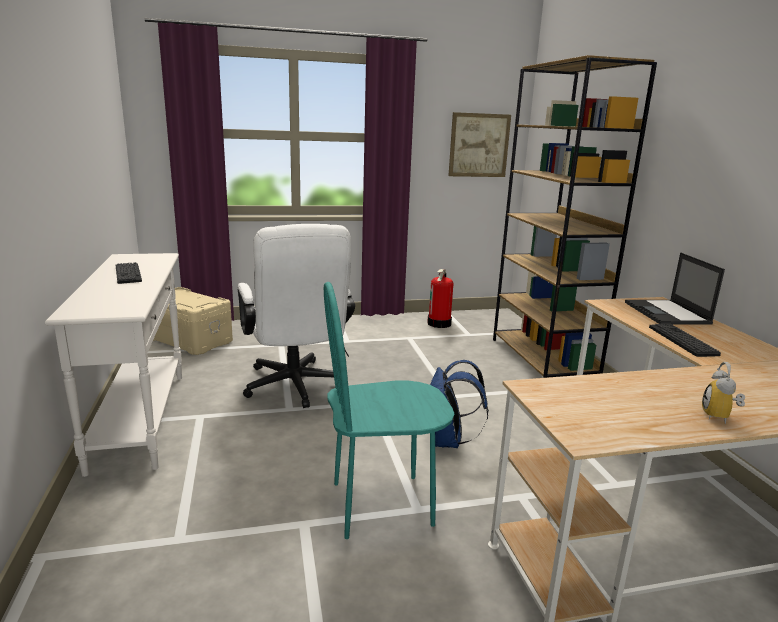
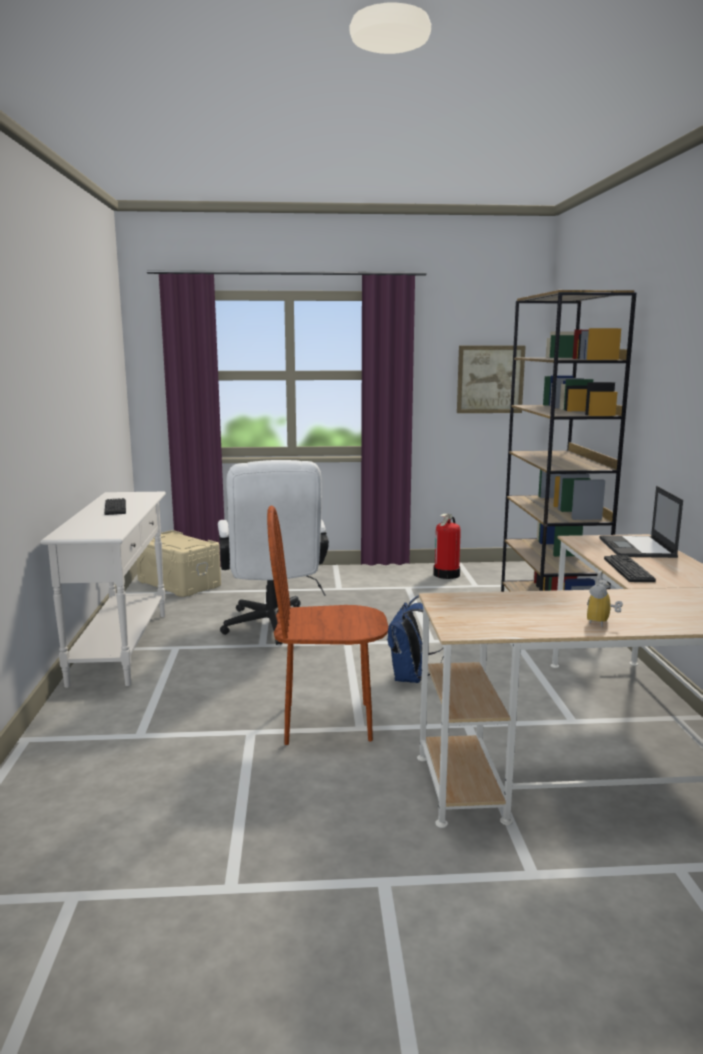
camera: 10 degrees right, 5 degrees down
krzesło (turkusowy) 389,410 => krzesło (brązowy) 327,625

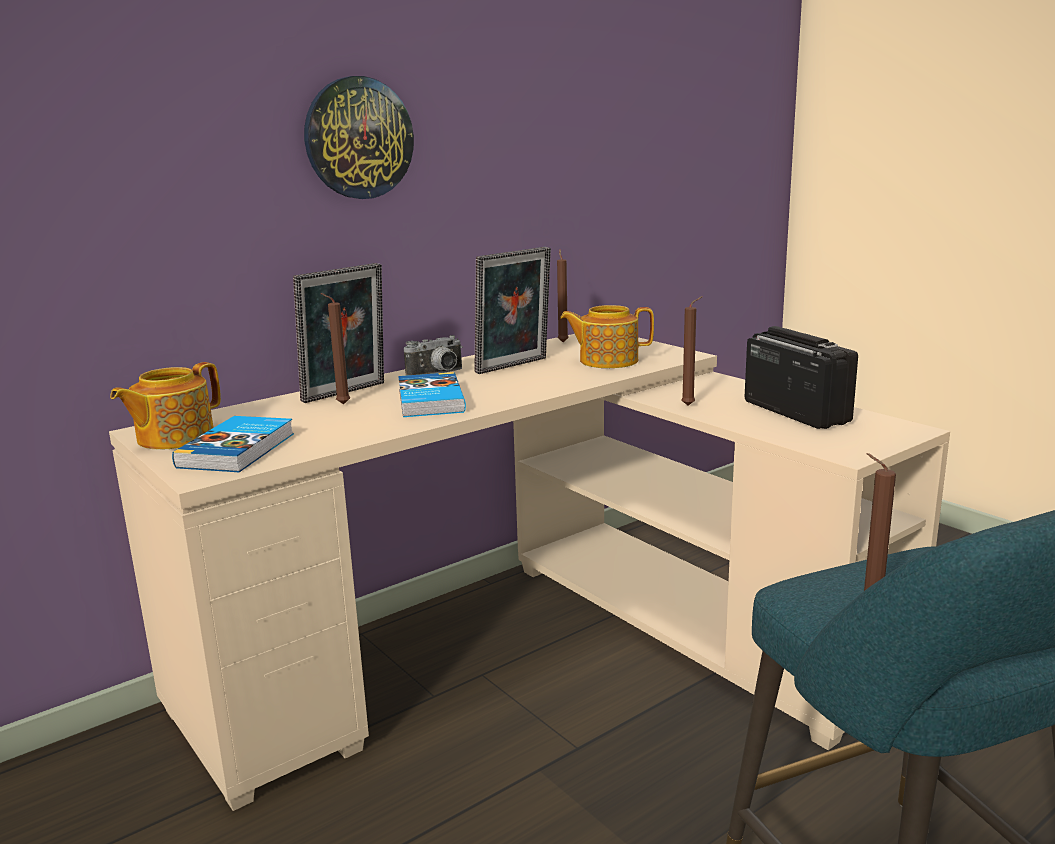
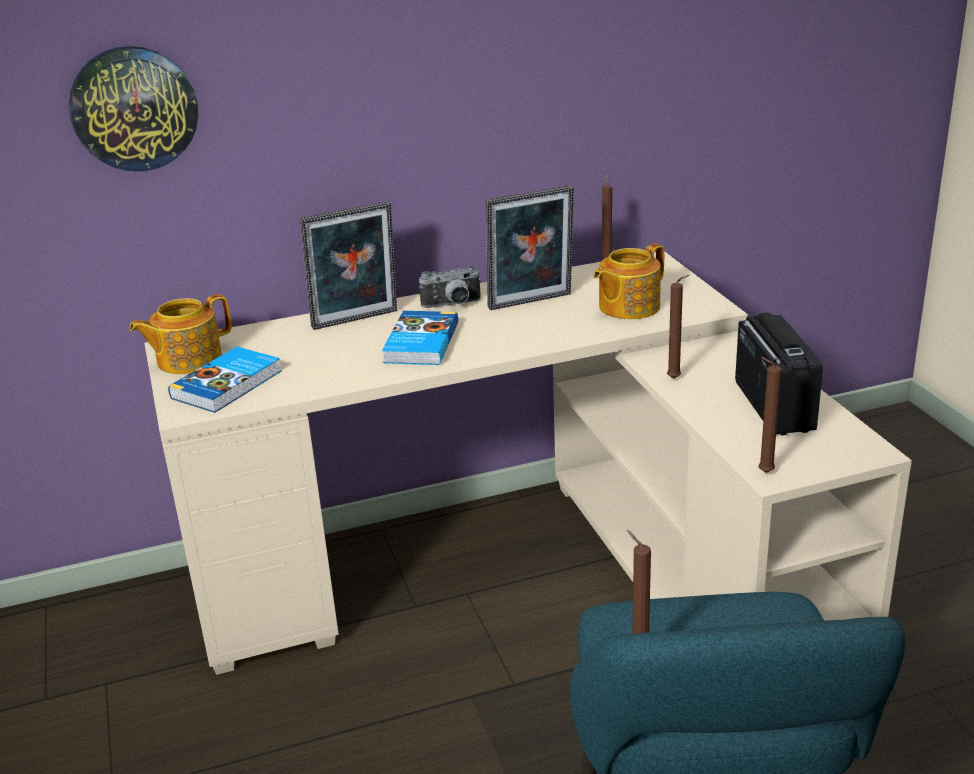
camera: 20 degrees right, 10 degrees up
zegar ścienny 359,137 => zegar ścienny 133,109, relocated
świeca (brązowy) 335,348 => świeca (brązowy) 770,415, relocated
imbryk 607,336 => imbryk 628,281, 60 degrees counterclockwise

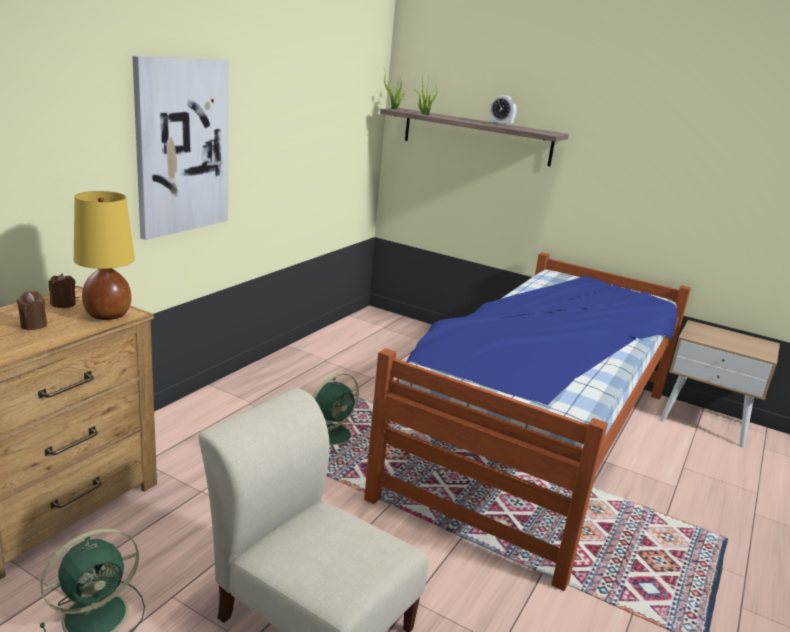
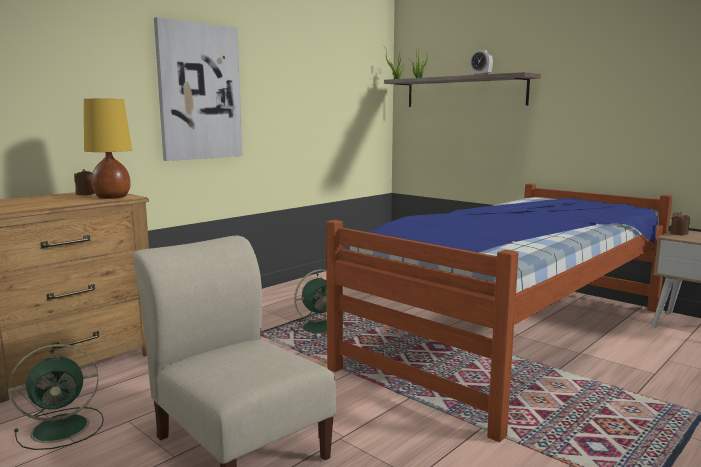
camera: 15 degrees right, 10 degrees down
świeca (brązowy) 32,310 => świeca (brązowy) 680,223, relocated

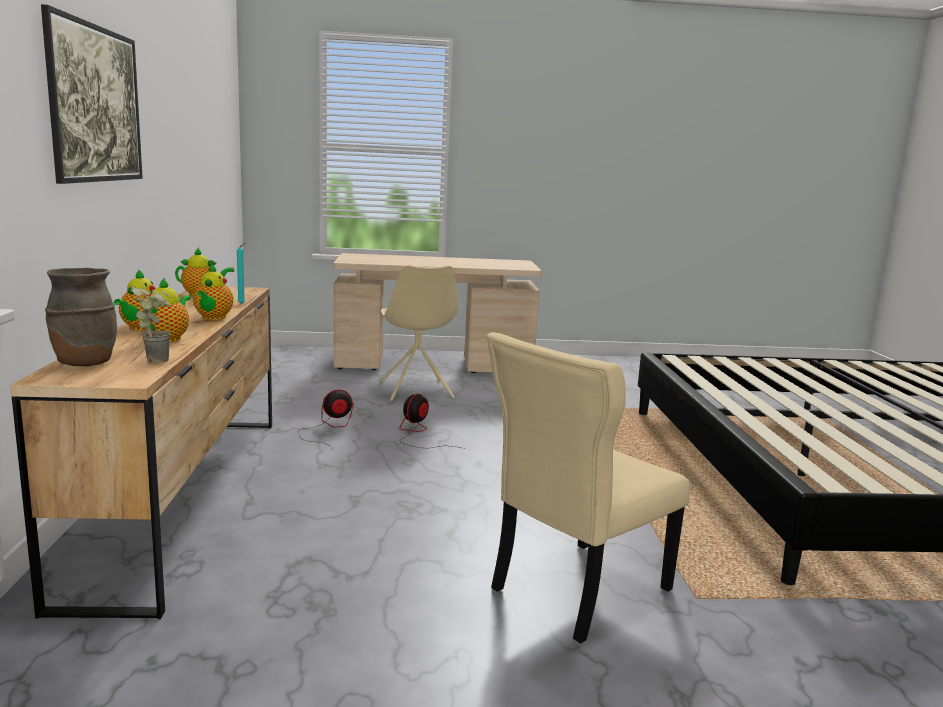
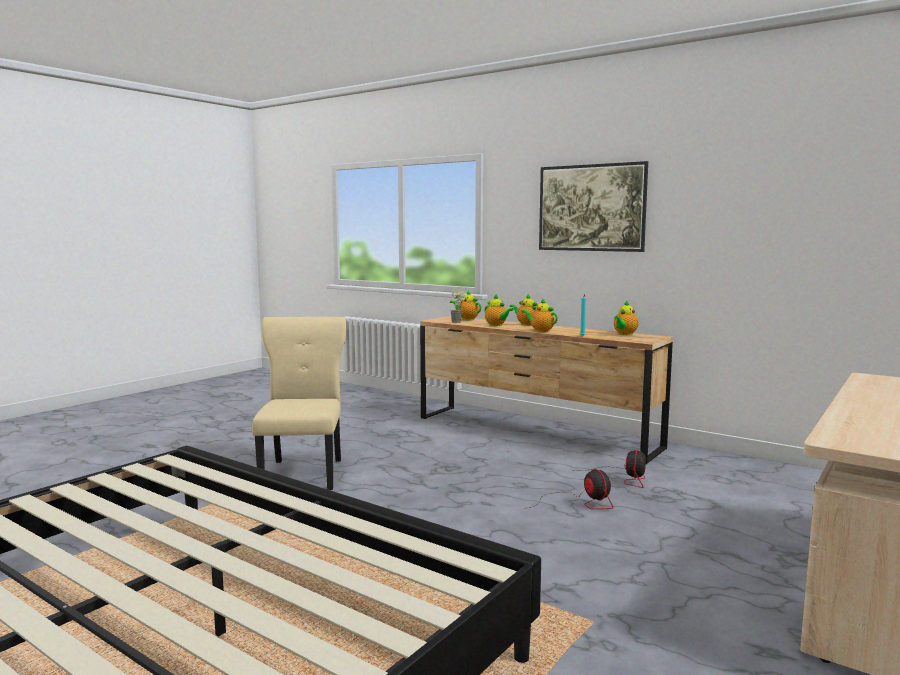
camera: 130 degrees right, 5 degrees down
krzesło (beżowy) 419,333 => nothing
wazon (brązowy) 81,317 => imbryk 465,305

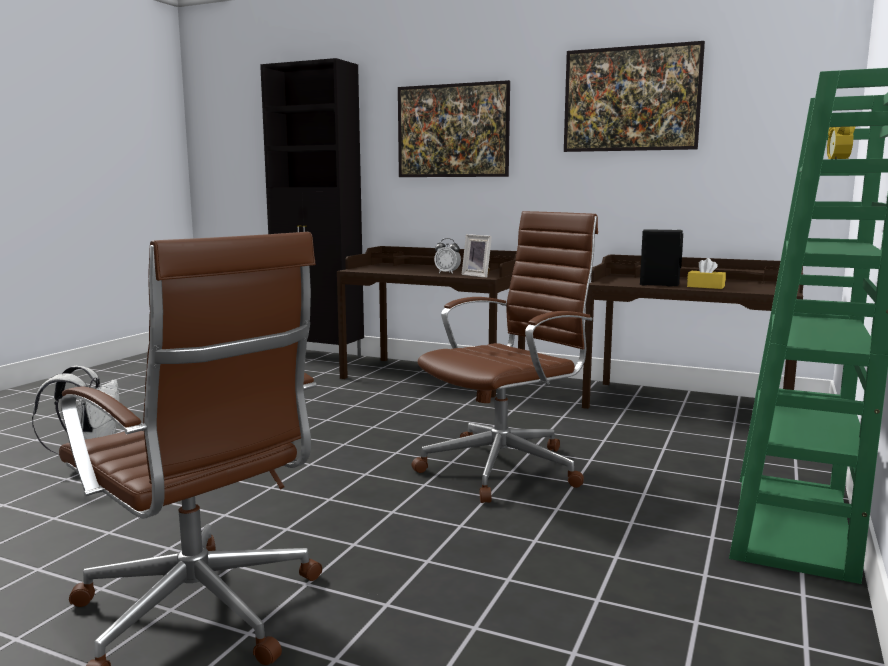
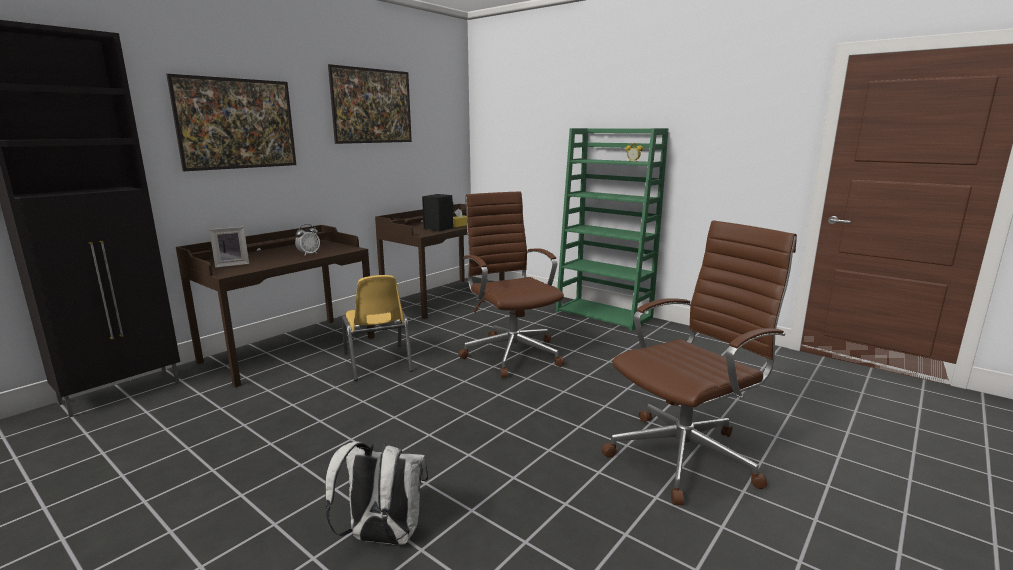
camera: 75 degrees left, 5 degrees up
ramka na zdjęcie 476,256 => ramka na zdjęcie 229,247, relocated
nothing => krzesło (żółty) 377,328

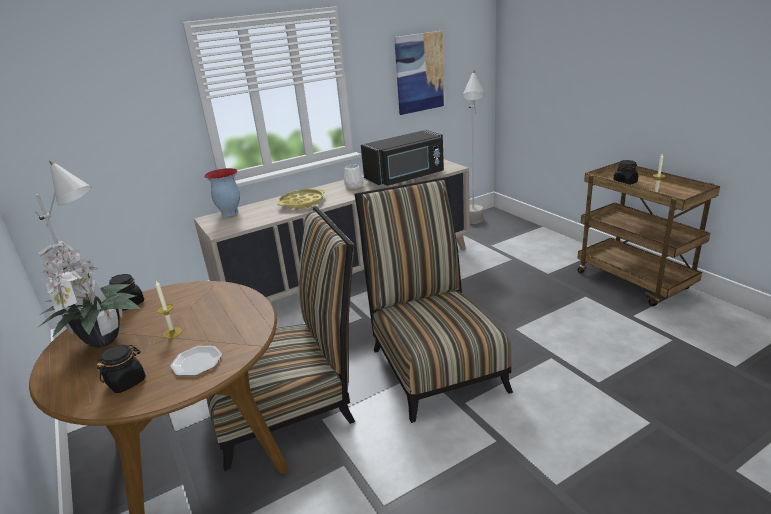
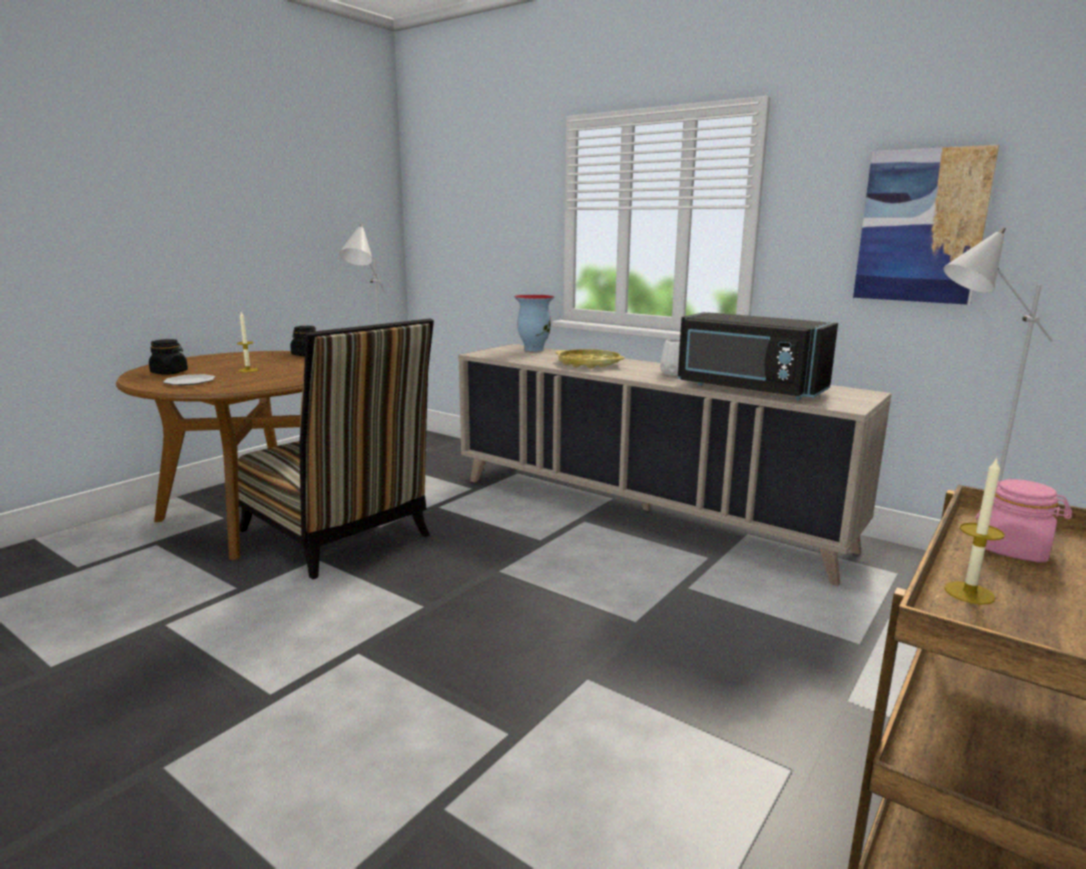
camera: 65 degrees right, 10 degrees down
słoik (czarny) 625,172 => słoik (różowy) 1023,520
krzesło 434,300 => nothing
roślina doniczkowa 90,294 => nothing

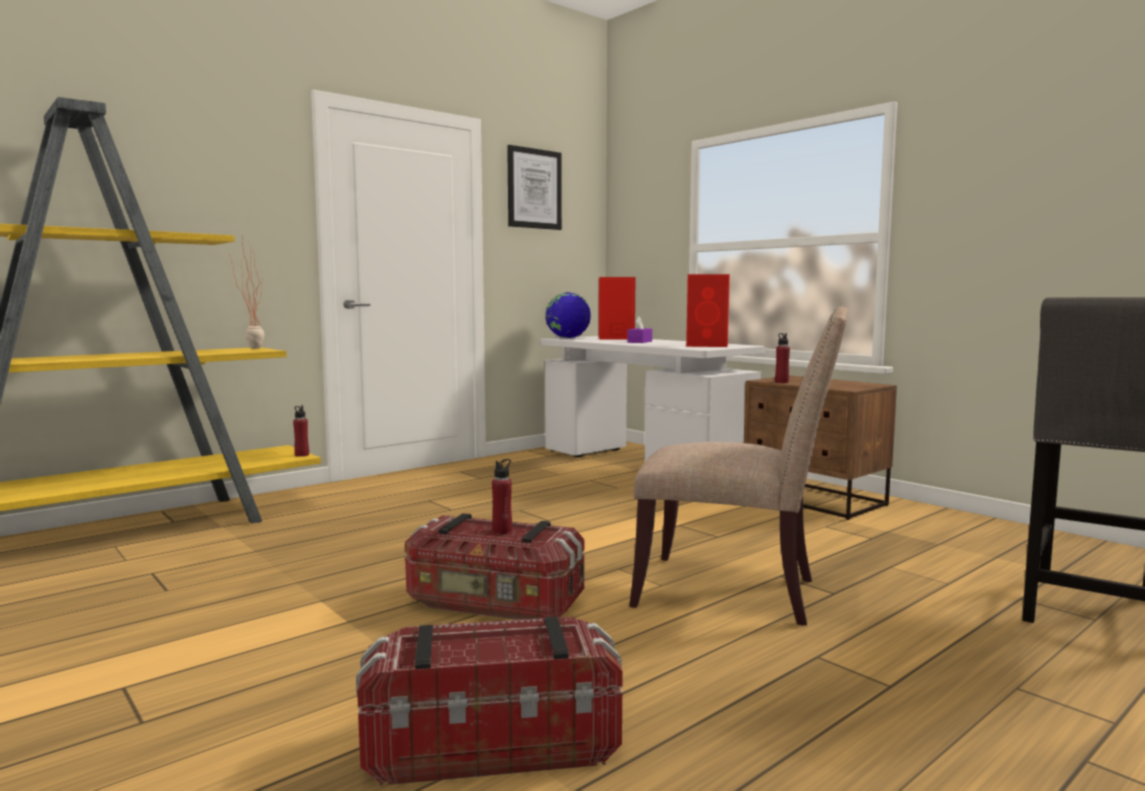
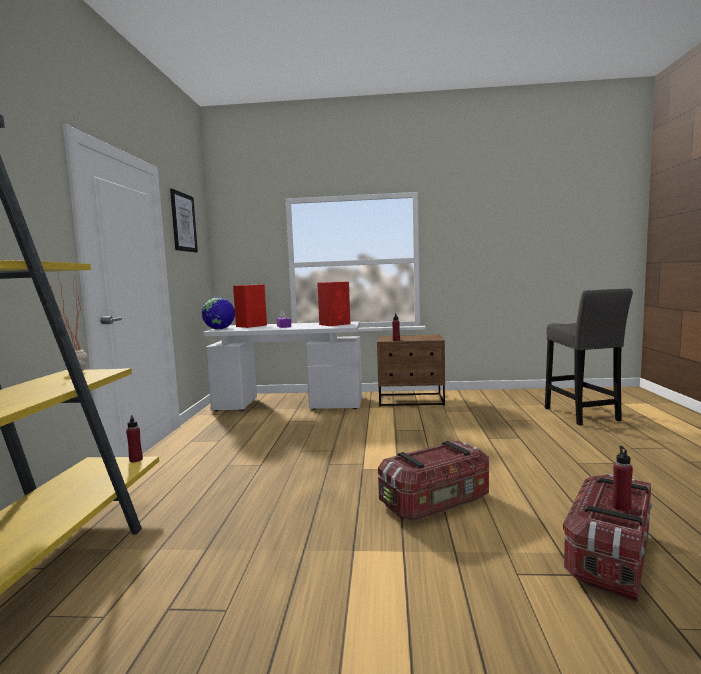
camera: 45 degrees left, 0 degrees up
krzesło (beżowy) 739,466 => nothing
butelka (czerwony) 502,496 => butelka (czerwony) 622,478, relocated

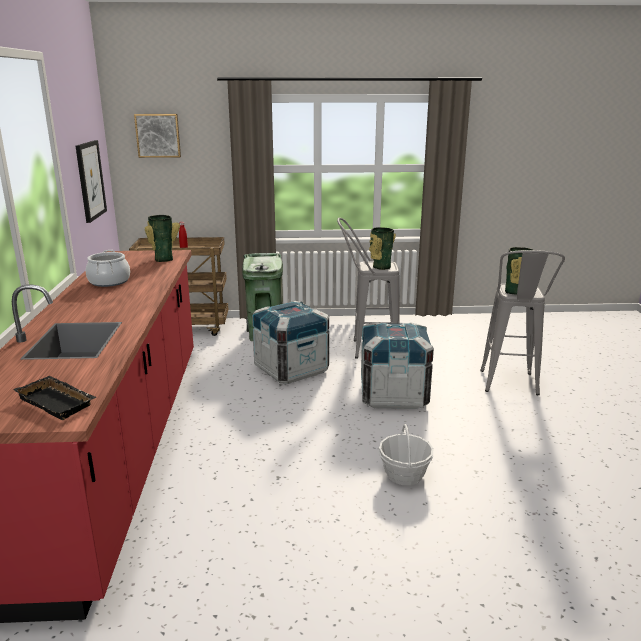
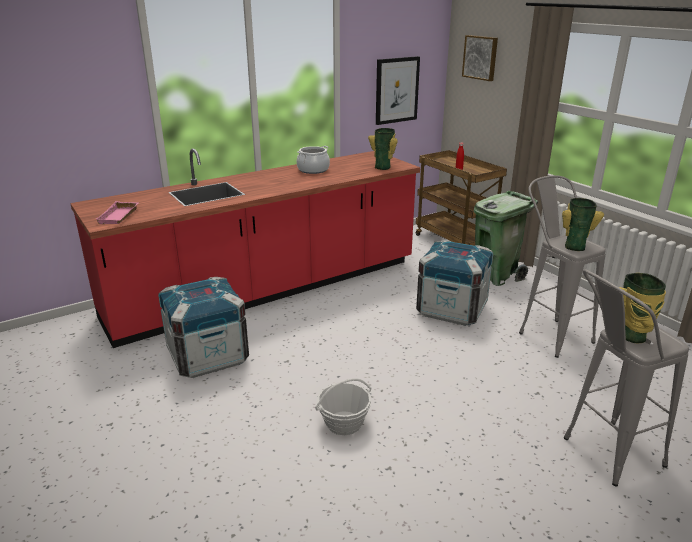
camera: 60 degrees right, 5 degrees up
skrzynka 397,365 => skrzynka 203,327, relocated
taca (czarny) 55,398 => taca (różowy) 117,212

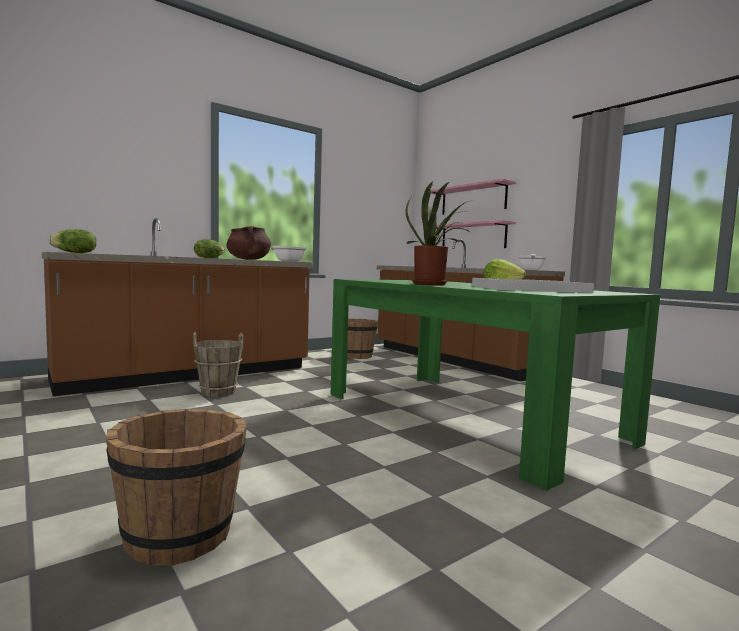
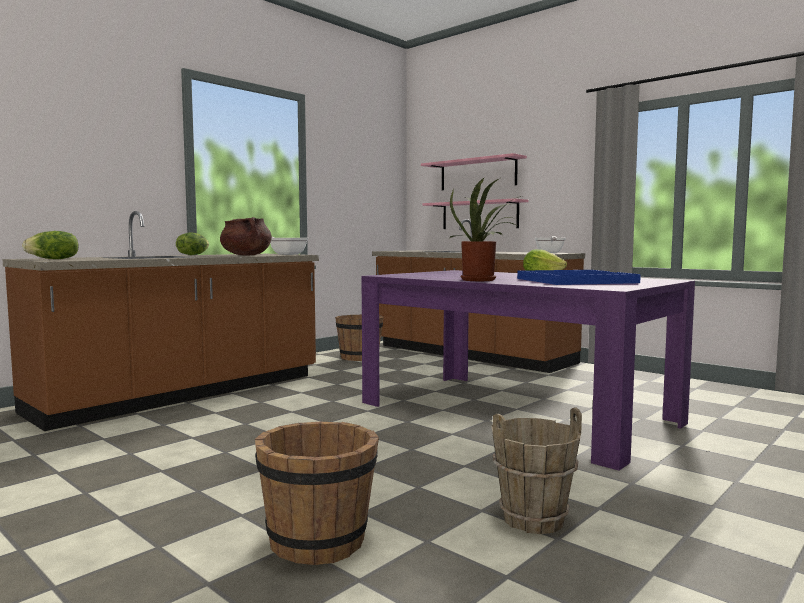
camera: 10 degrees left, 0 degrees up
taca (biały) 533,285 => taca (niebieski) 579,277
stół jadalny (zielony) 495,385 => stół jadalny (fioletowy) 528,370
wiadro (brązowy) 218,364 => wiadro (brązowy) 537,471, relocated

